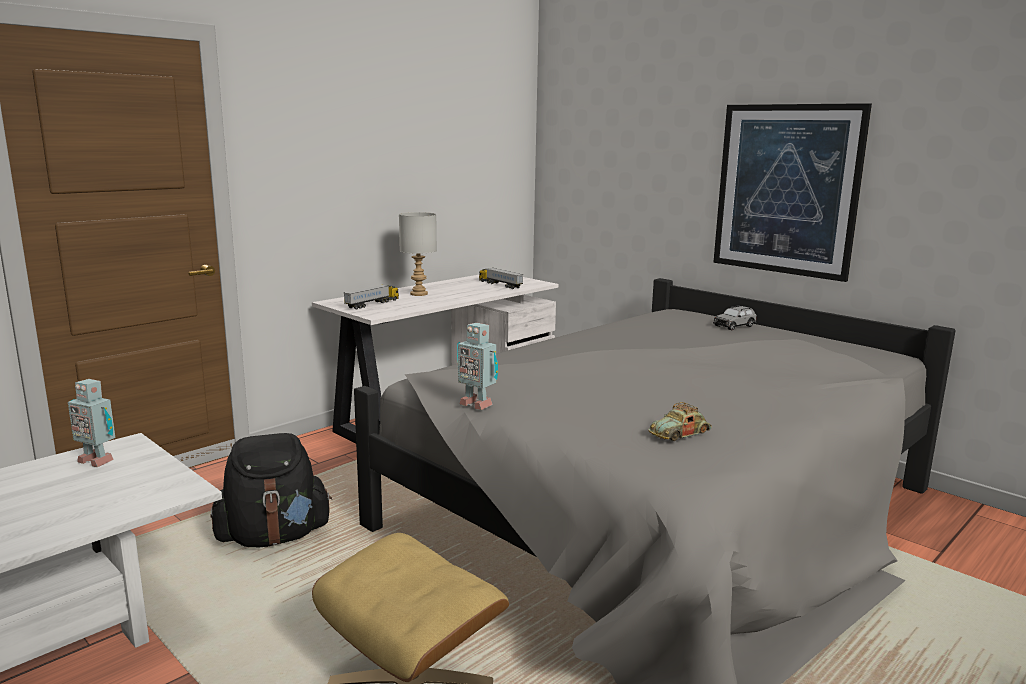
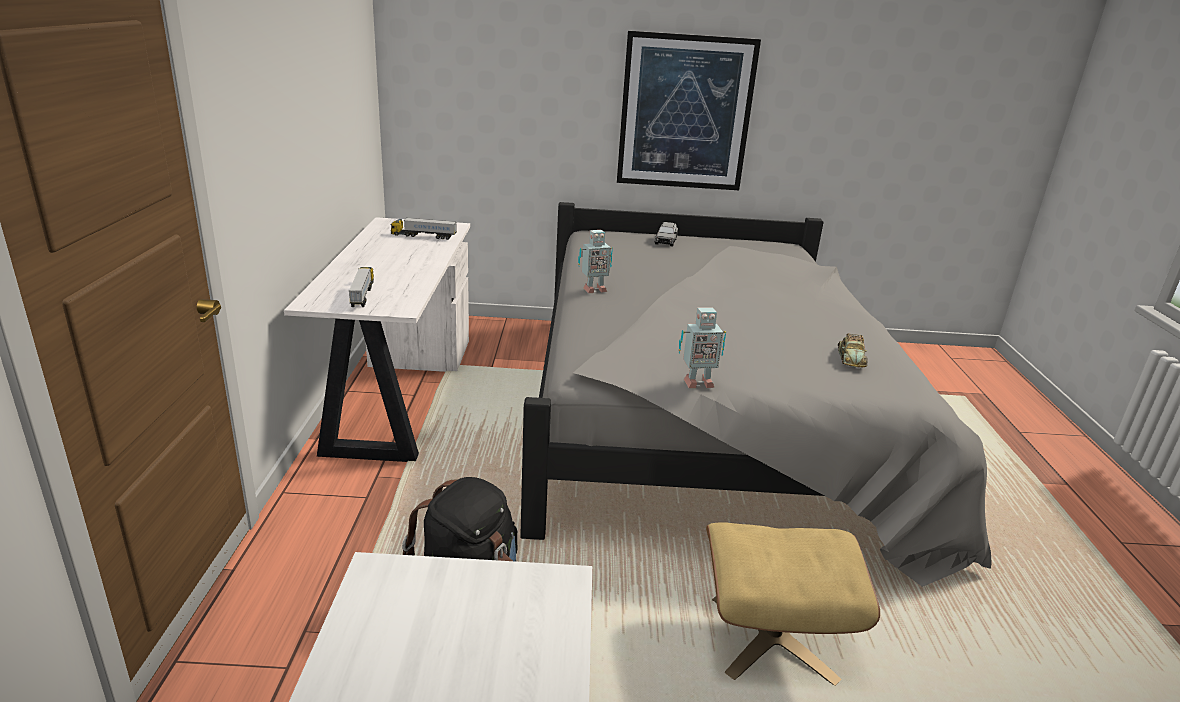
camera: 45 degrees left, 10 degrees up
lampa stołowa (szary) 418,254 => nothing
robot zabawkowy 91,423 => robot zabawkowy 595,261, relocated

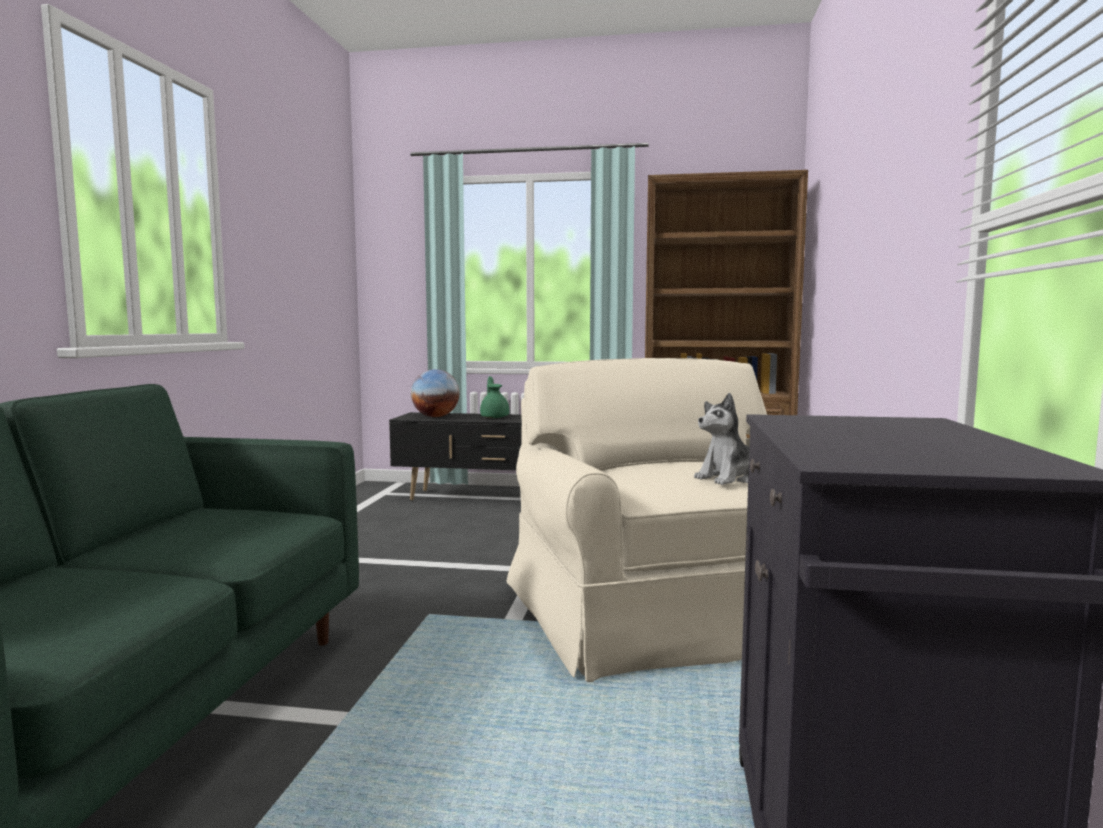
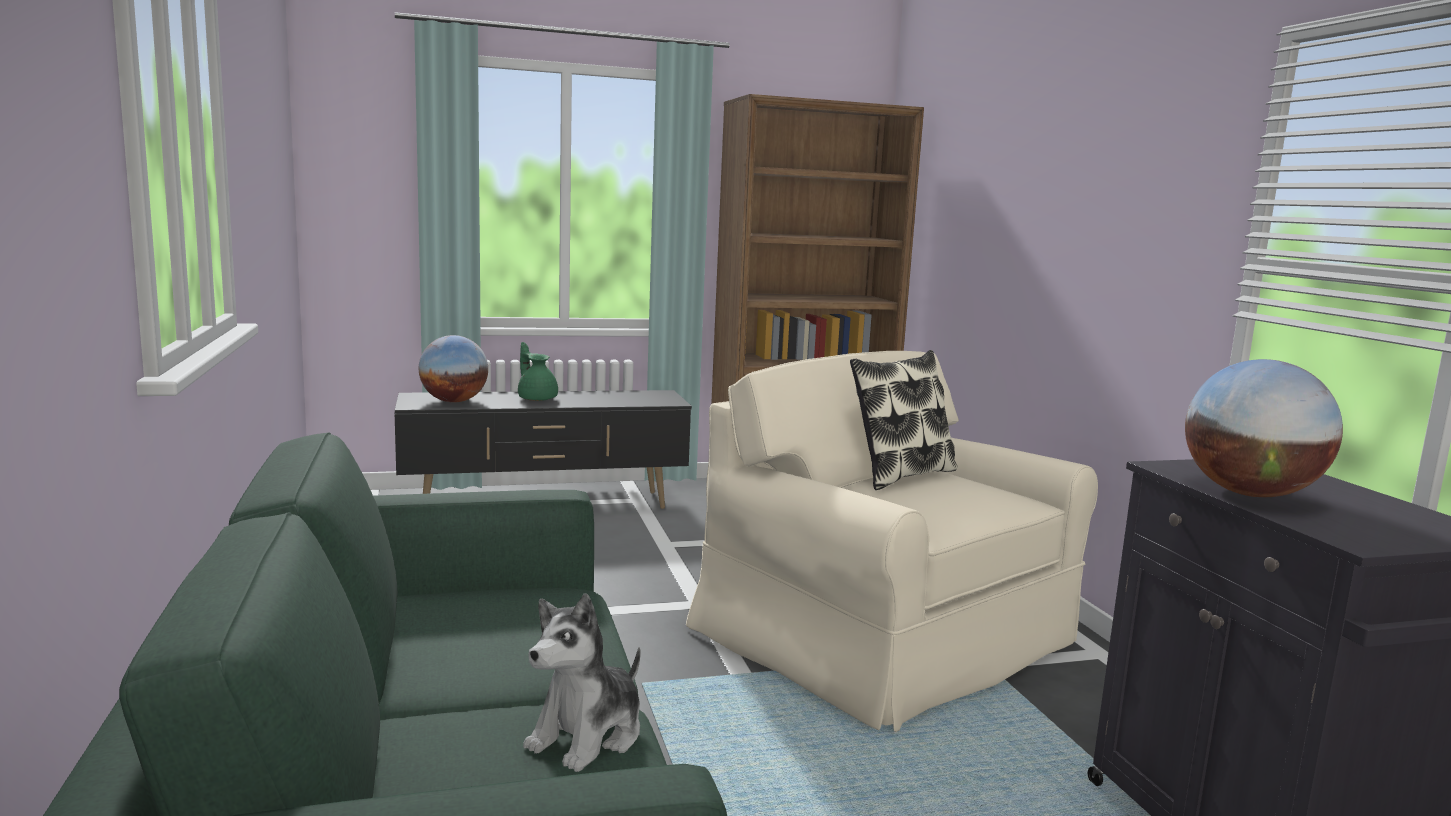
camera: 25 degrees left, 5 degrees up
pluszak 721,439 => pluszak 581,683, relocated
nothing => poduszka 904,420
nothing => globus 1264,428

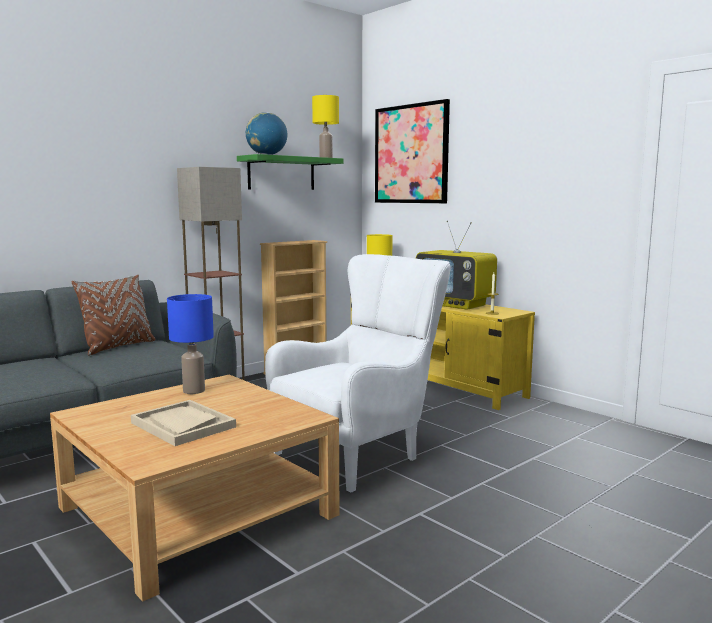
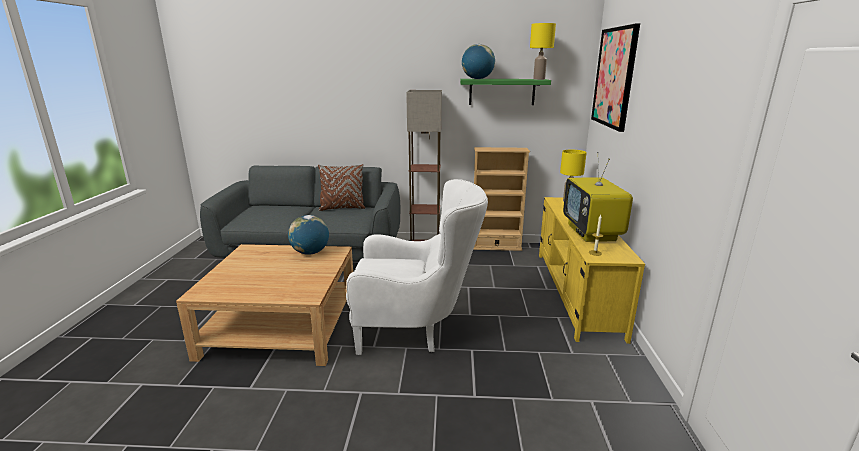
camera: 45 degrees right, 10 degrees up
lampa stołowa (niebieski) 190,344 => globus 308,235
taca (beżowy) 183,423 => nothing

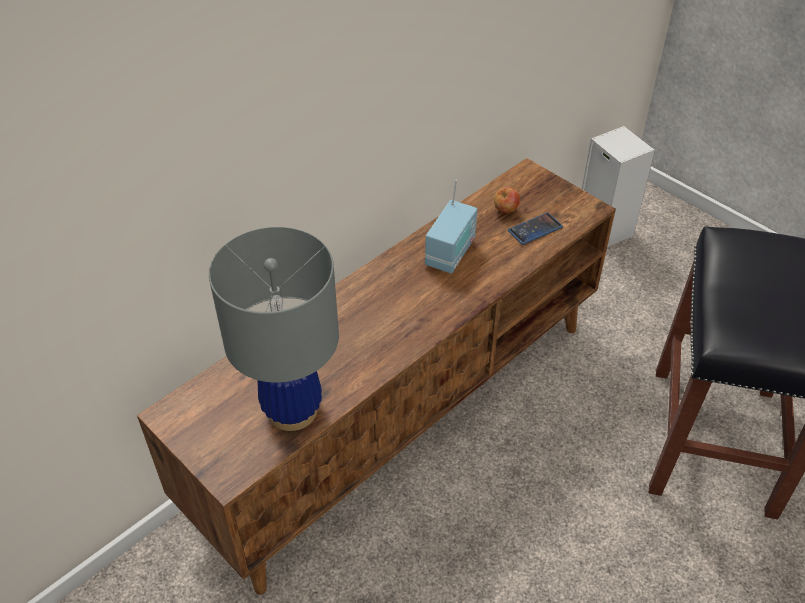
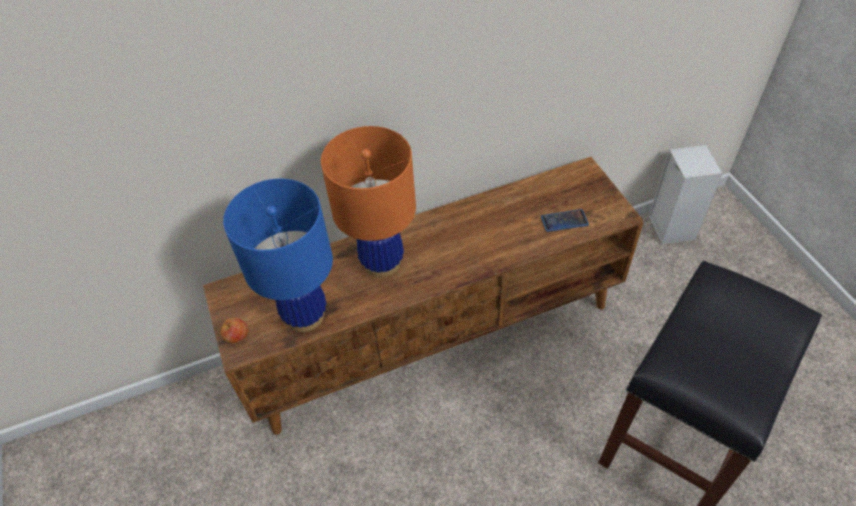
camera: 25 degrees right, 5 degrees up
radio 451,227 => nothing
jabłko 507,200 => jabłko 234,330, relocated
lampa stołowa (szary) 274,329 => lampa stołowa (niebieski) 278,255
nothing => lampa stołowa (pomarańczowy) 368,201

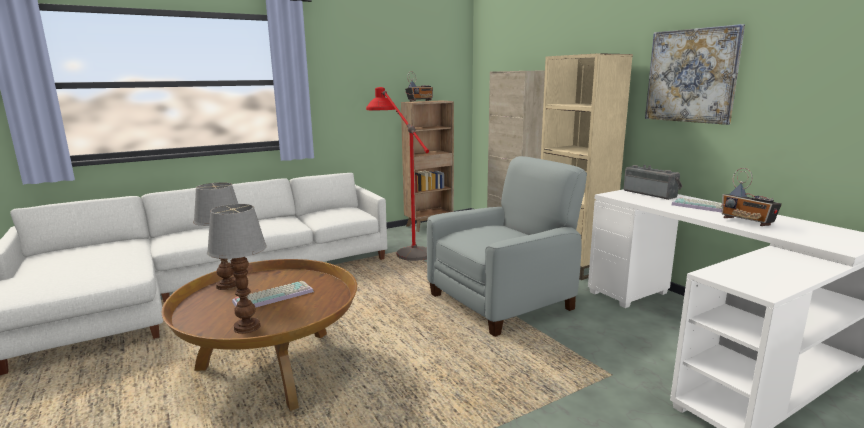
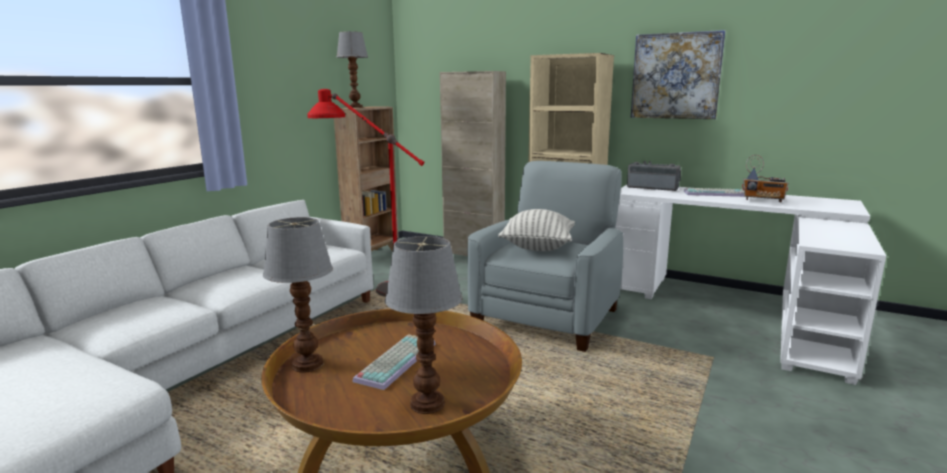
camera: 30 degrees left, 0 degrees up
radio 419,86 => lampa stołowa 352,69
nothing => poduszka 536,230

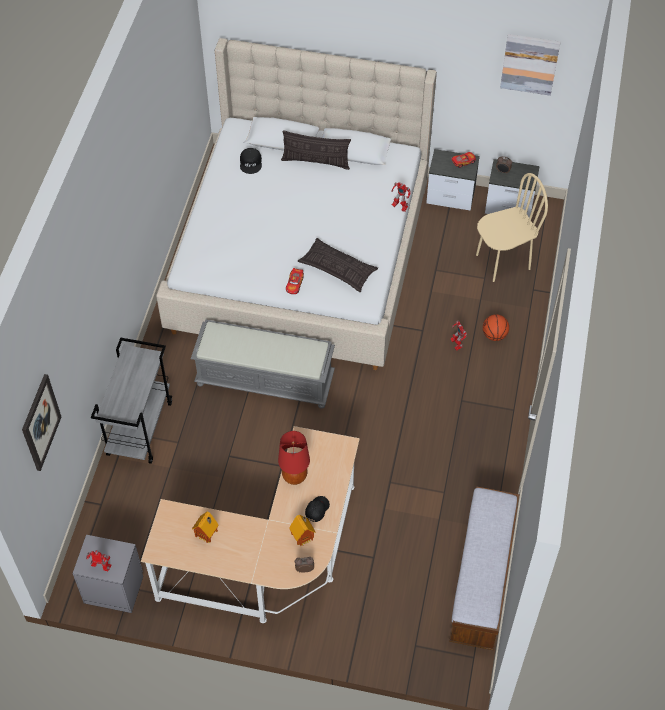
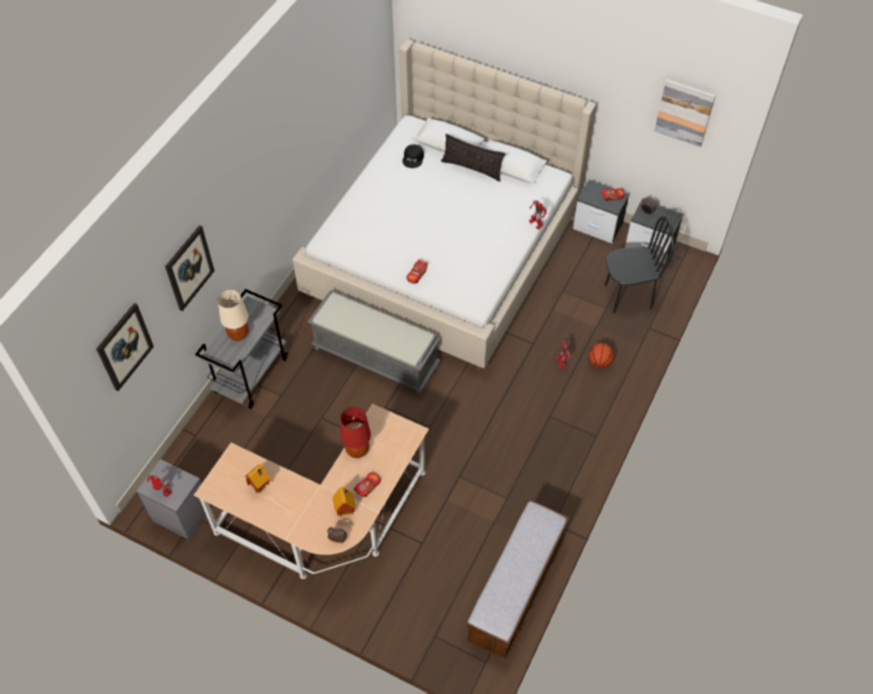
camera: 15 degrees right, 0 degrees up
krzesło (beżowy) 512,227 => krzesło (czarny) 639,264
poduszka 338,265 => nothing
czapka z daszkiem (czarny) 317,509 => samochodzik 367,484
nothing => obraz 189,268
nothing => lampa stołowa (beżowy) 233,315

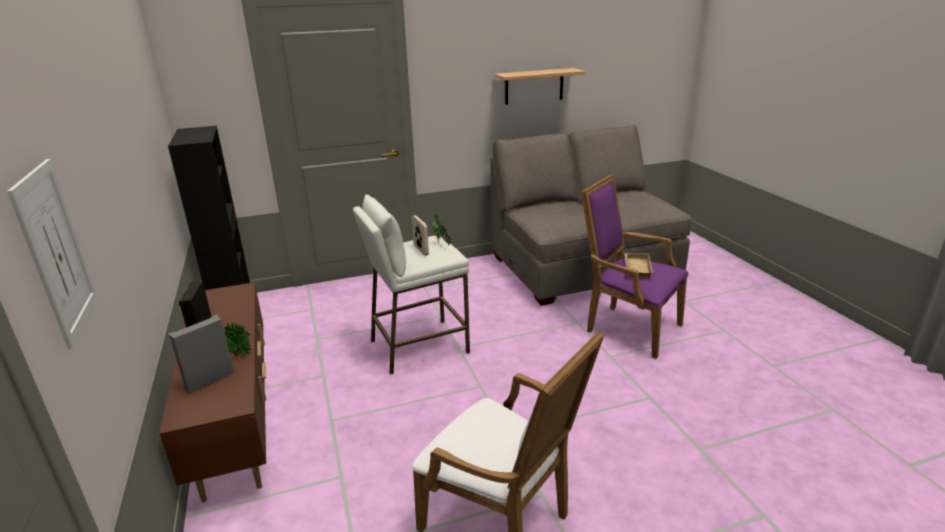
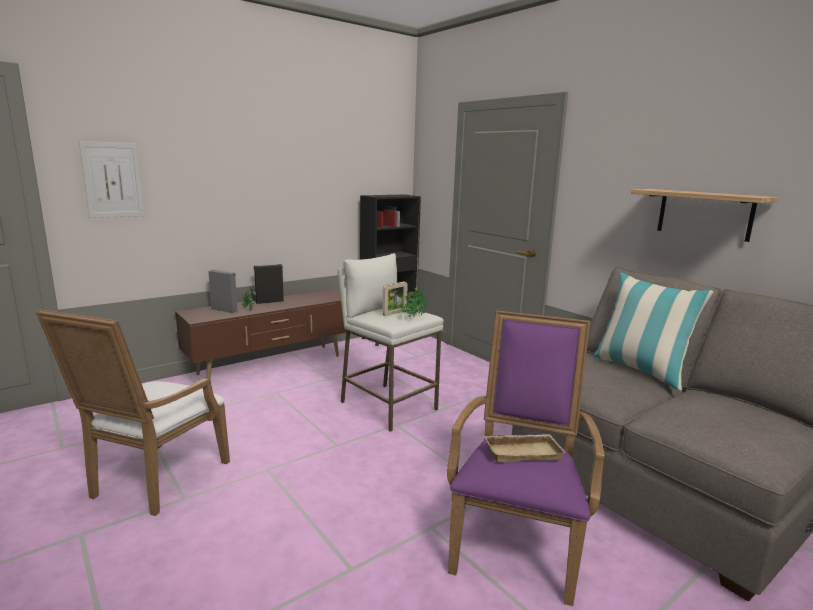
camera: 70 degrees right, 10 degrees down
nothing => poduszka 653,332

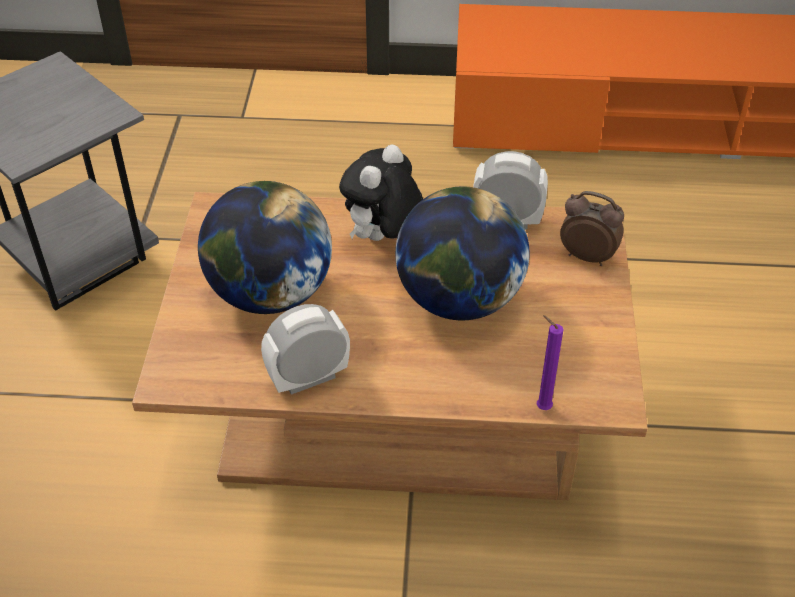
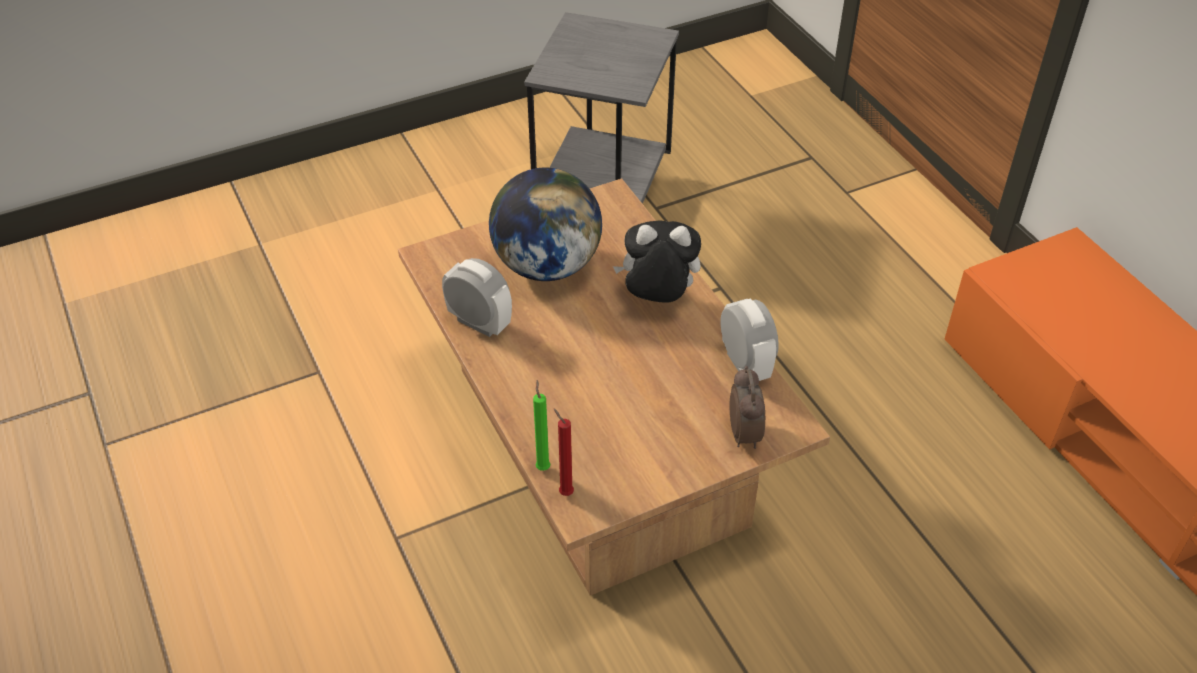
camera: 60 degrees right, 0 degrees up
globus 462,253 => nothing
świeca (fioletowy) 550,362 => świeca (zielony) 541,425
nothing => świeca (czerwony) 563,452

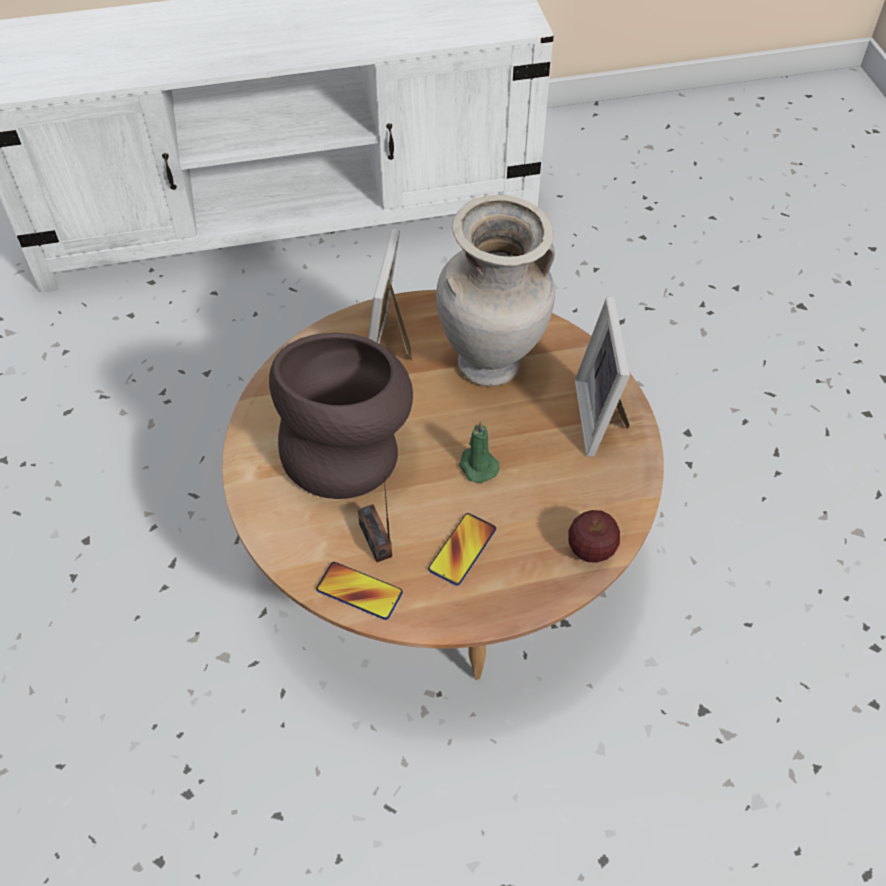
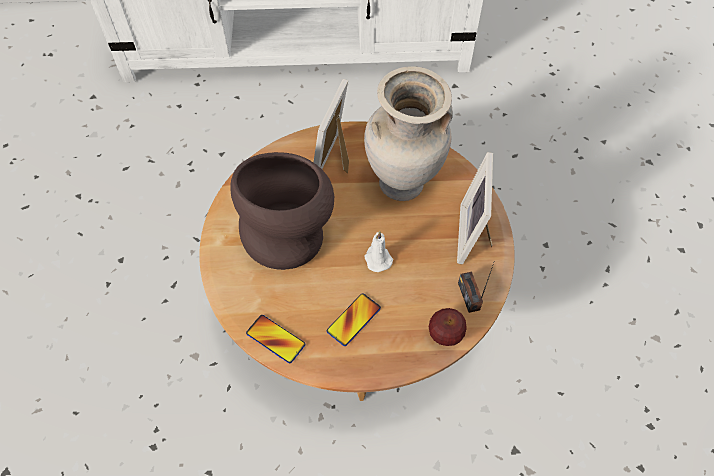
camera: 10 degrees right, 5 degrees up
świeca (zielony) 479,452 => świeca (biały) 379,251
radio 375,520 => radio 476,286, relocated

